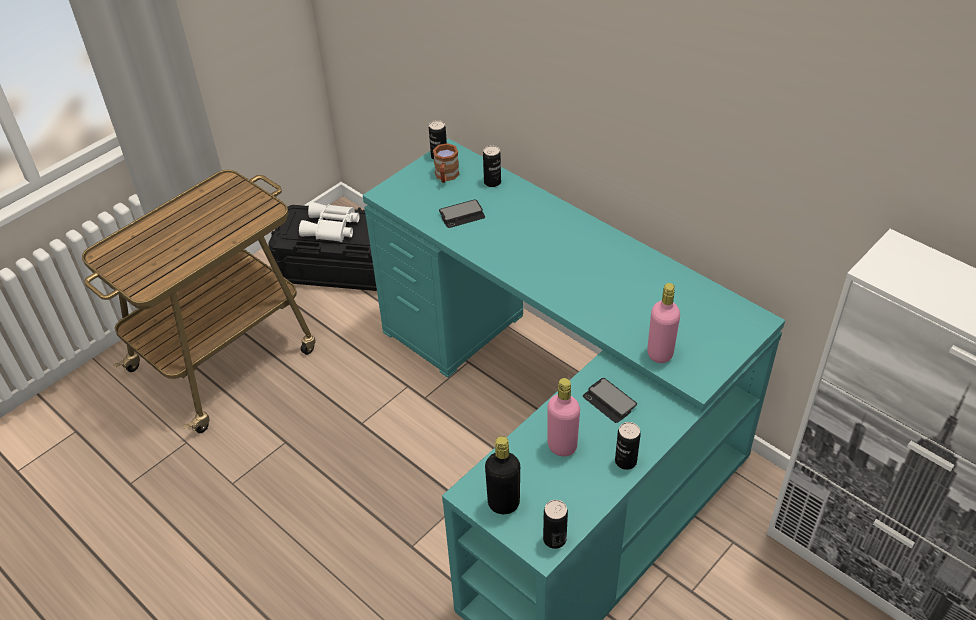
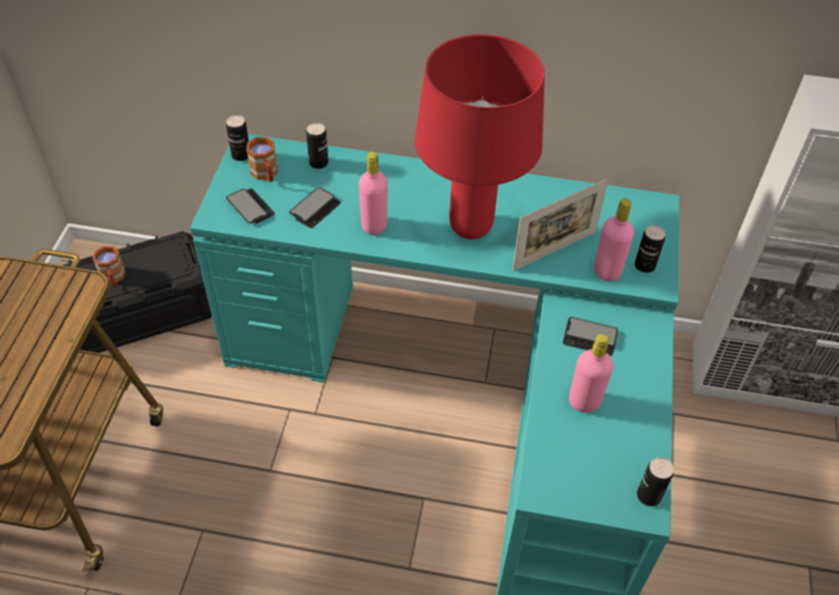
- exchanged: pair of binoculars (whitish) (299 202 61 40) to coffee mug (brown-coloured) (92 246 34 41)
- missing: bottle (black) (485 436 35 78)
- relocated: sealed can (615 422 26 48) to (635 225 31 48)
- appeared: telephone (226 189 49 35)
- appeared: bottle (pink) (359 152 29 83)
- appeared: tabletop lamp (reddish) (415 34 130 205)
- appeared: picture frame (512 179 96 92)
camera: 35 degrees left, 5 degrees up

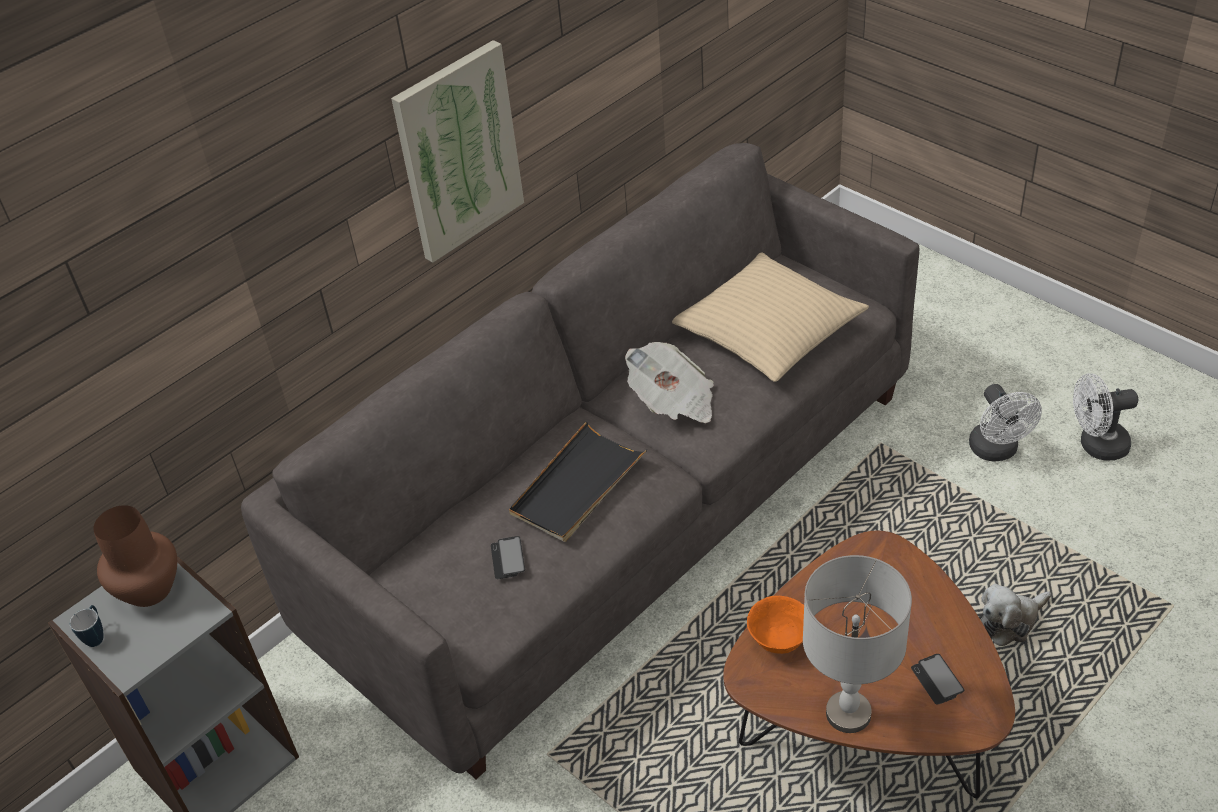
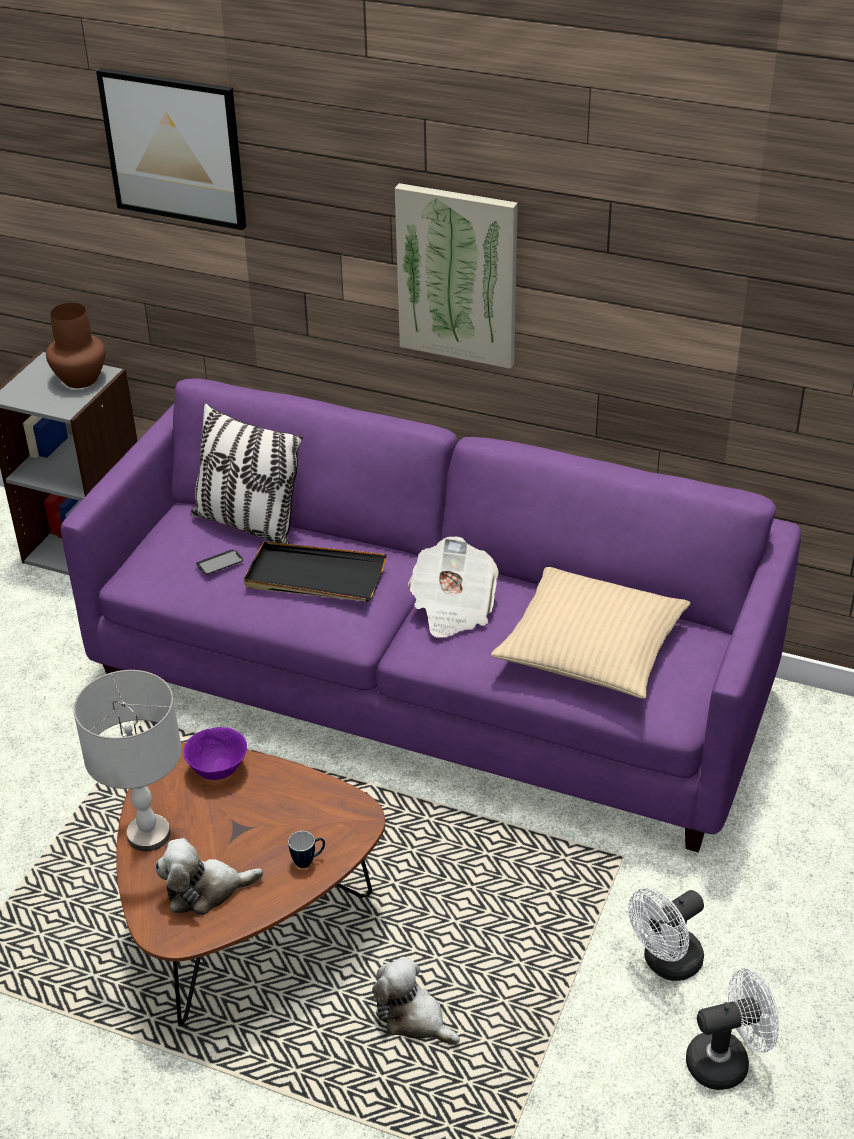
- relocated: coffee mug (70 605 33 42) to (288 831 37 37)
- colour: couch (greyish) (241 143 678 636) to couch (purplish) (61 378 740 474)
- colour: serving bowl (orange) (747 596 57 58) to serving bowl (purplish) (183 727 64 53)
- exchanged: telephone (911 654 53 51) to cuddly toy (155 838 108 77)
- spun: cooling fan (whitish) (1073 373 65 88) = (686 968 93 122) 105 degrees clockwise
- appeared: wall picture (96 68 150 162)
- appeared: cushion (190 403 113 141)
camera: 65 degrees right, 5 degrees down

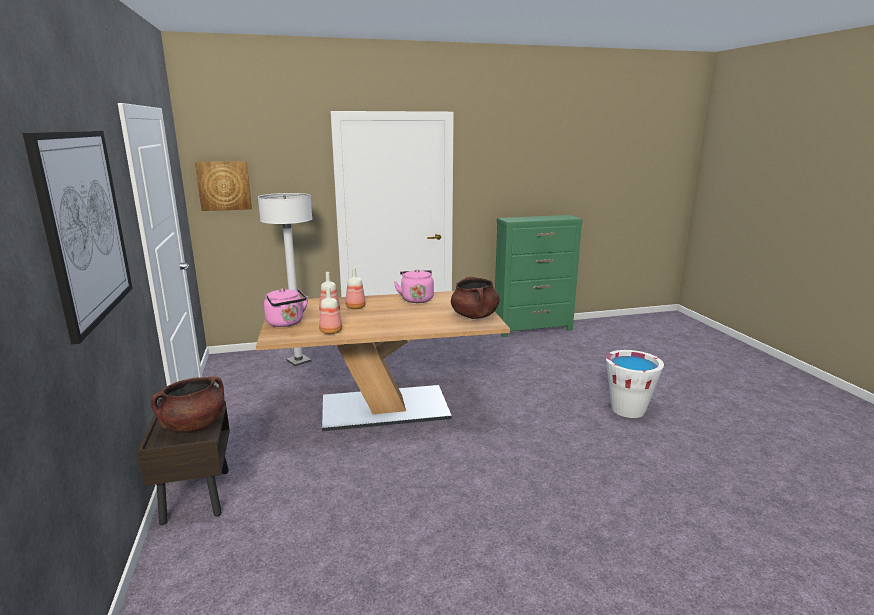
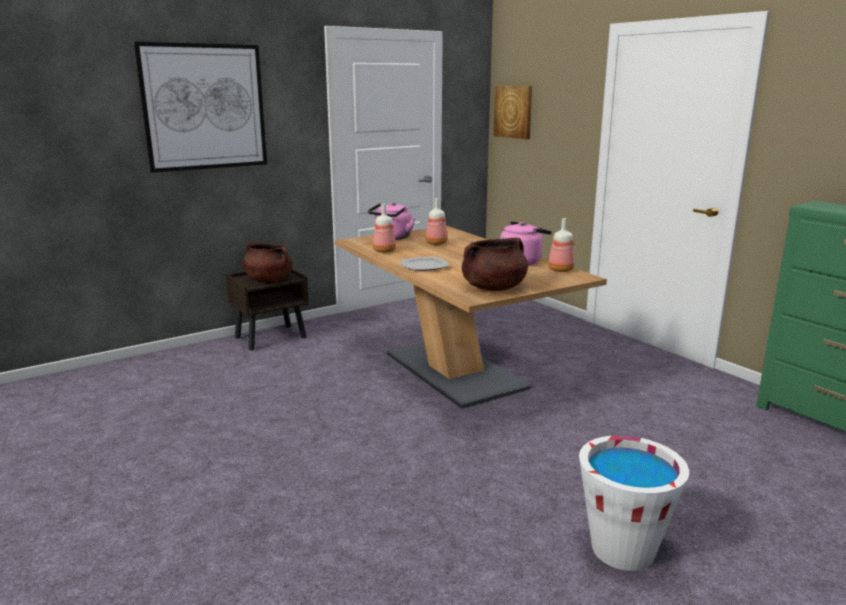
- missing: standard lamp (whitish) (258 193 55 173)
- relocated: bottle (346 268 20 41) to (548 218 26 54)
- appeared: plate (400 257 49 14)
camera: 70 degrees right, 0 degrees up

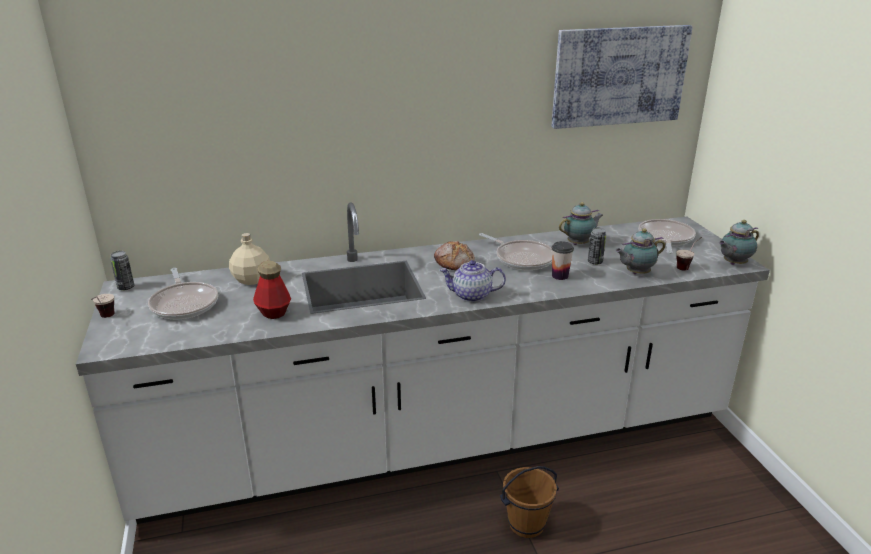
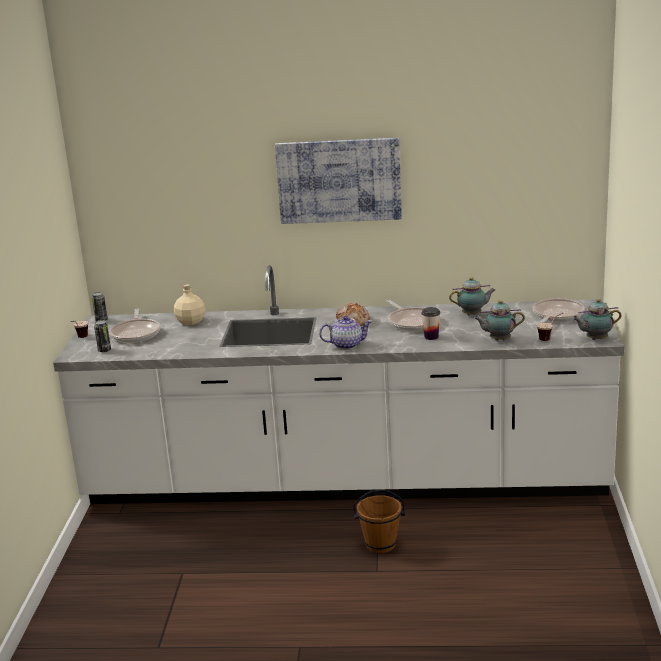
- missing: bottle (253 261 38 58)
- spun: tea pot (439 260 67 42) = (319 316 53 34) 150 degrees clockwise
- relocated: wall picture (552 25 141 104) to (275 138 127 86)
- relocated: sealed can (588 227 18 38) to (94 320 17 32)
camera: 20 degrees right, 5 degrees down

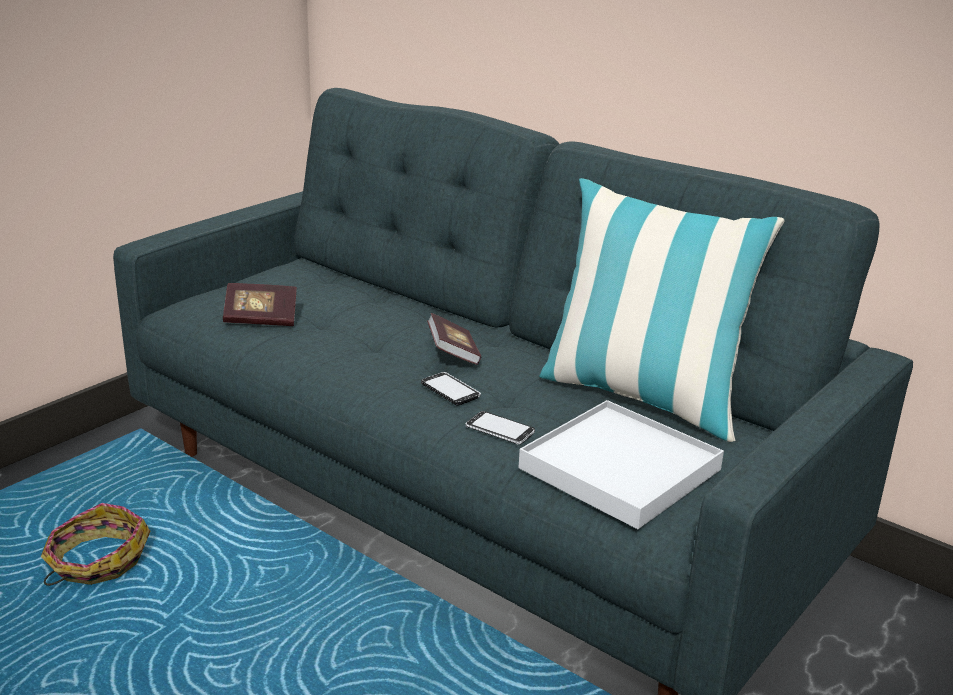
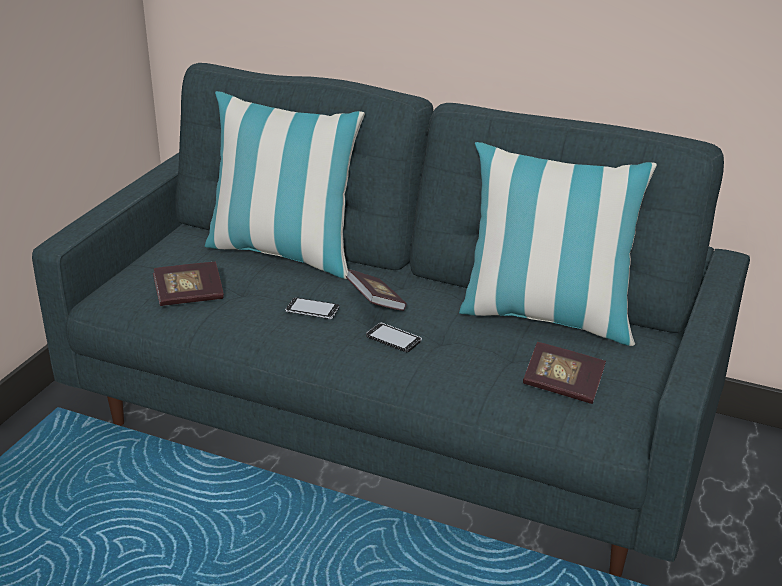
- missing: storage basket (41 503 109 83)
- relocated: telephone (465 411 70 34) to (285 297 54 22)
- exchanged: carrying tray (whitish) (519 400 205 129) to book (523 342 83 62)
- appeared: cushion (205 91 160 188)
camera: 15 degrees left, 5 degrees up

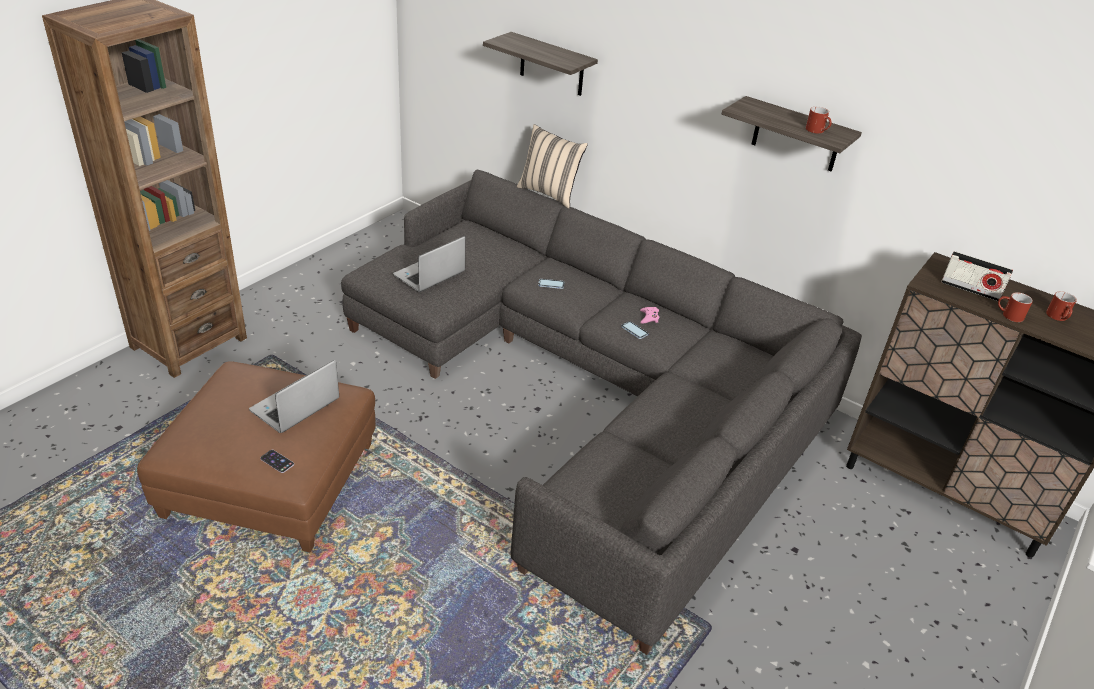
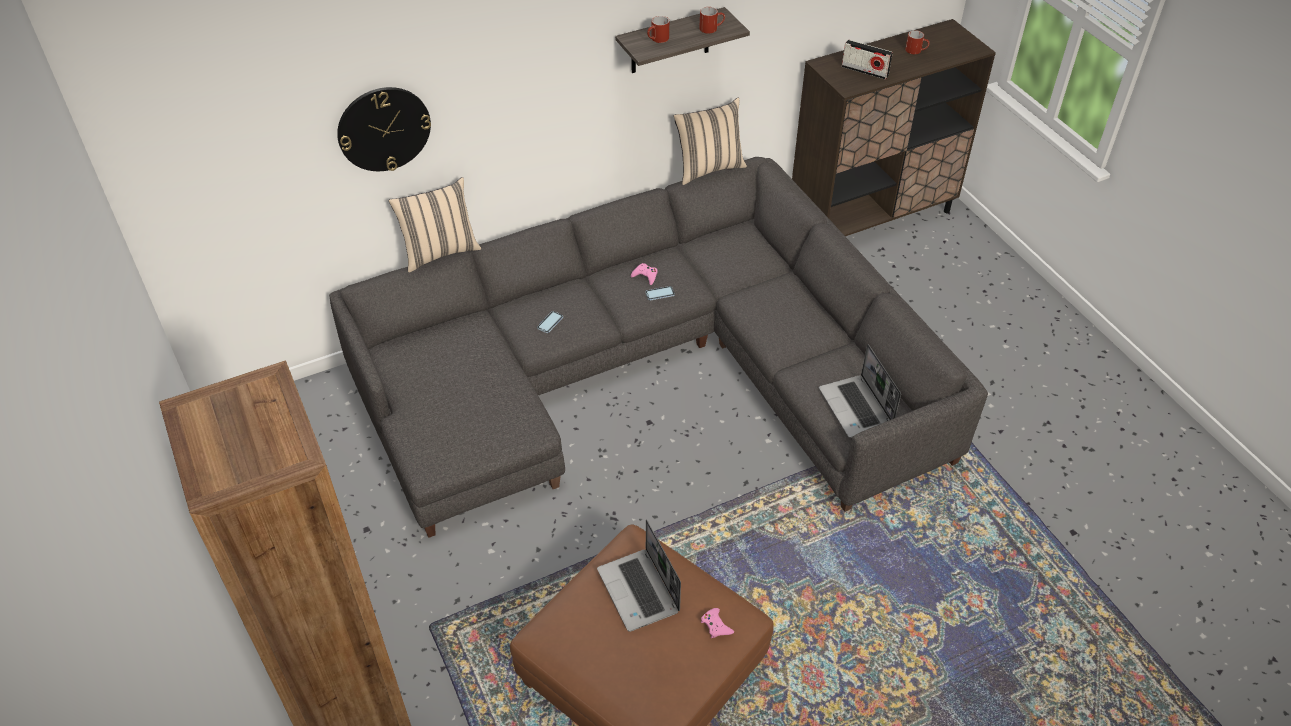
- exchanged: telephone (260 450 34 23) to game controller (pink) (701 608 33 30)
- relocated: notebook computer (393 236 73 56) to (819 344 82 94)
- exchanged: bracket shelf (483 32 115 64) to hanging clock (337 87 94 84)
- spun: radio receiver (941 251 72 50) = (842 40 51 39) 60 degrees clockwise
- relocated: coffee mug (reddish) (998 292 35 30) to (647 16 22 27)
- appeared: cushion (beige) (673 98 74 87)
camera: 60 degrees left, 10 degrees up

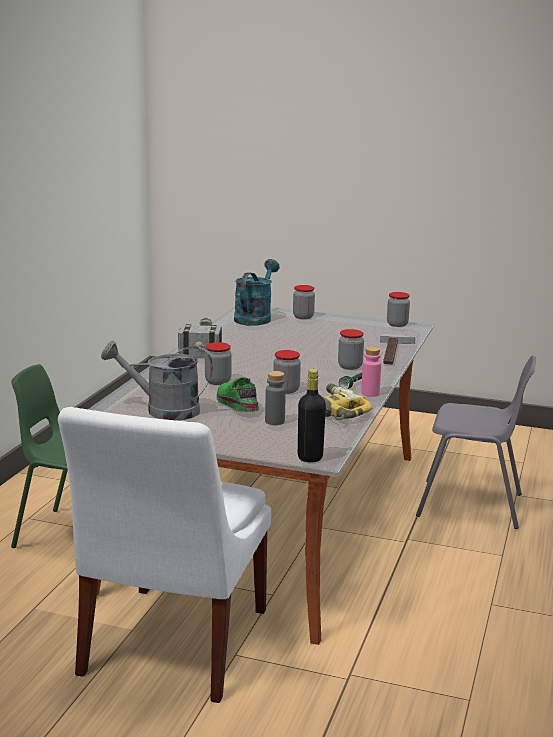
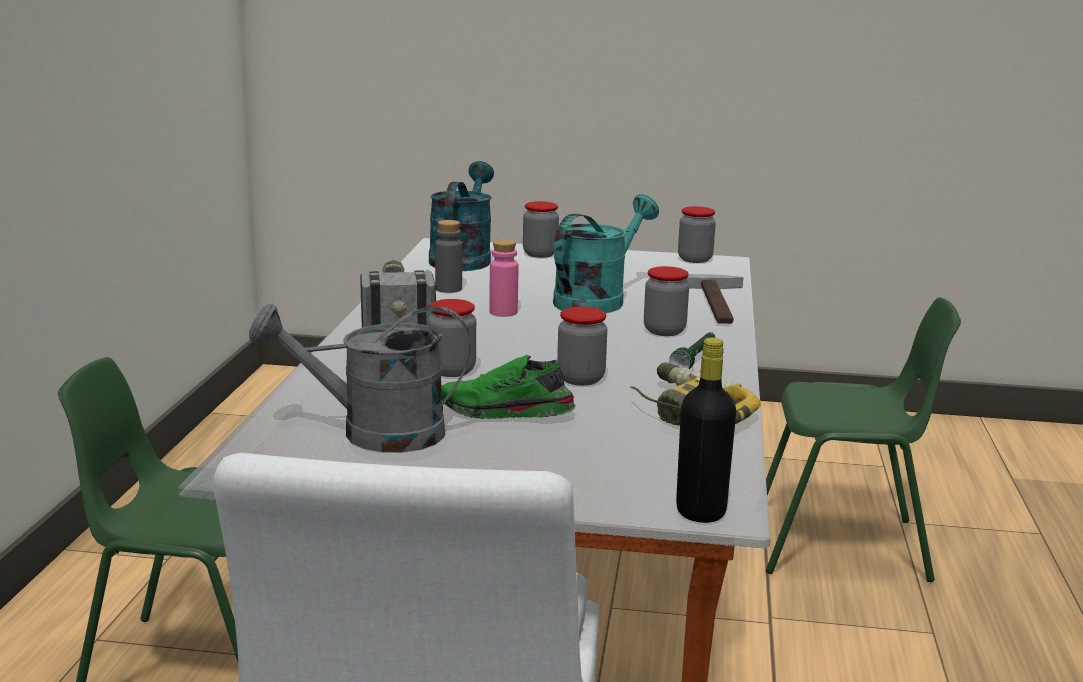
- spun: item of footwear (green-coloured) (216 377 43 35) = (441 355 134 64) 45 degrees counterclockwise
- relocated: bottle (greyish) (265 371 21 54) to (435 220 27 73)
- relocated: bottle (pink) (361 346 20 51) to (489 239 29 78)
- colour: plain chair (greyish) (416 355 120 174) to plain chair (green-coloured) (766 297 195 285)
- appeared: watering can (turquoise-coloured) (553 194 106 119)
camera: 10 degrees left, 0 degrees up

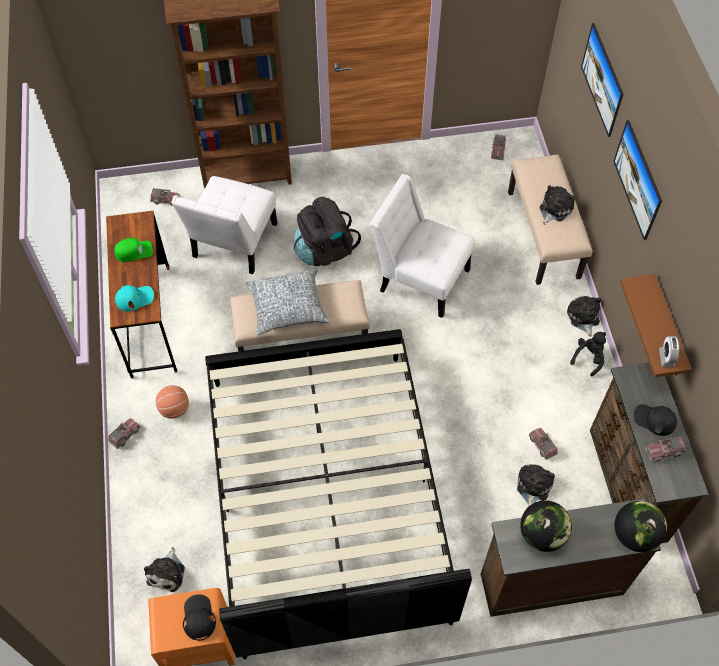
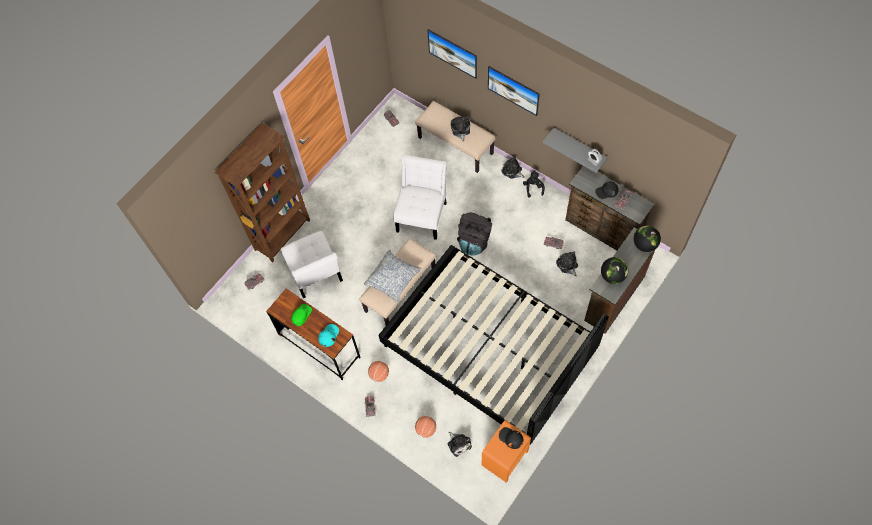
- relocated: knapsack (black) (294 197 67 69) to (457 212 35 43)
- spun: plain chair (whitish) (370 174 105 144) = (393 154 54 86) 120 degrees clockwise
- colour: bracket shelf (brown-coloured) (620 274 72 103) to bracket shelf (greyish) (543 128 64 45)
- appeared: basketball (415 416 21 22)
camera: 40 degrees left, 5 degrees up

